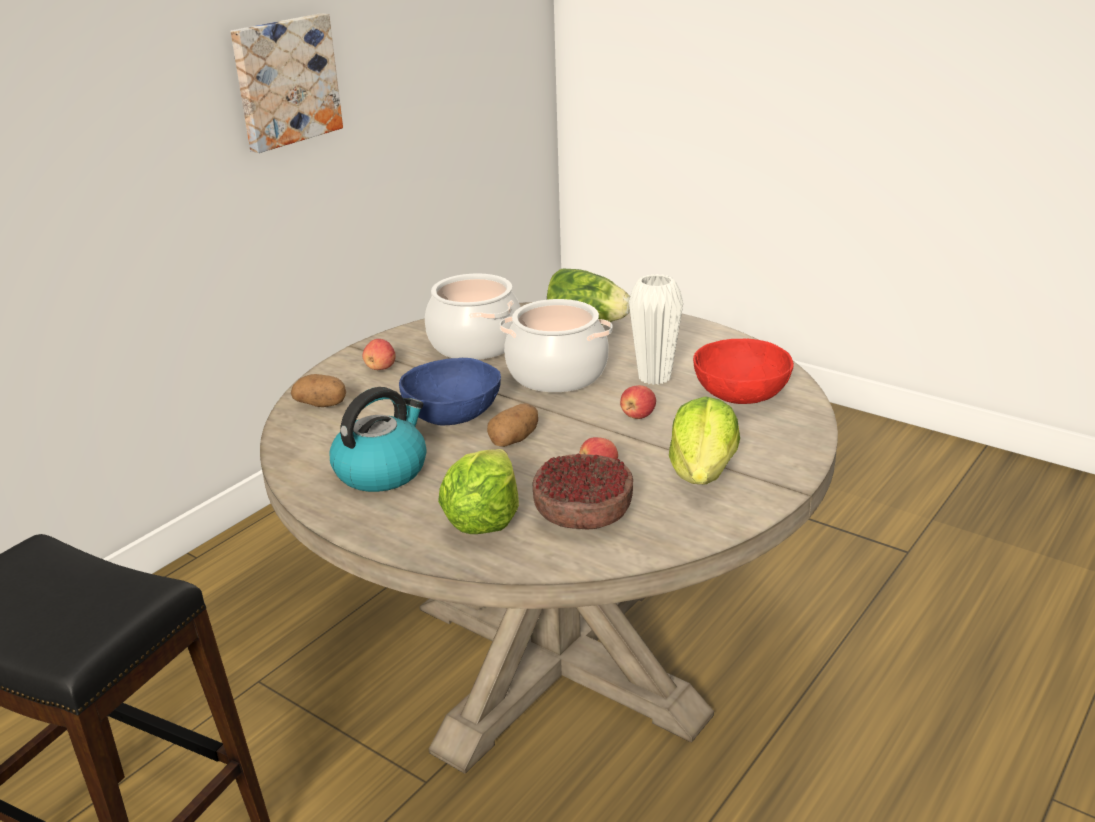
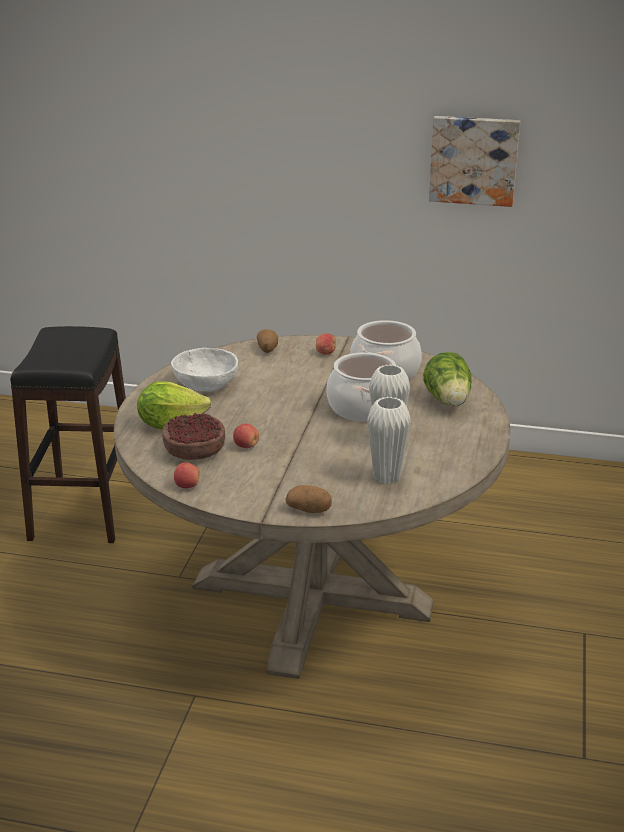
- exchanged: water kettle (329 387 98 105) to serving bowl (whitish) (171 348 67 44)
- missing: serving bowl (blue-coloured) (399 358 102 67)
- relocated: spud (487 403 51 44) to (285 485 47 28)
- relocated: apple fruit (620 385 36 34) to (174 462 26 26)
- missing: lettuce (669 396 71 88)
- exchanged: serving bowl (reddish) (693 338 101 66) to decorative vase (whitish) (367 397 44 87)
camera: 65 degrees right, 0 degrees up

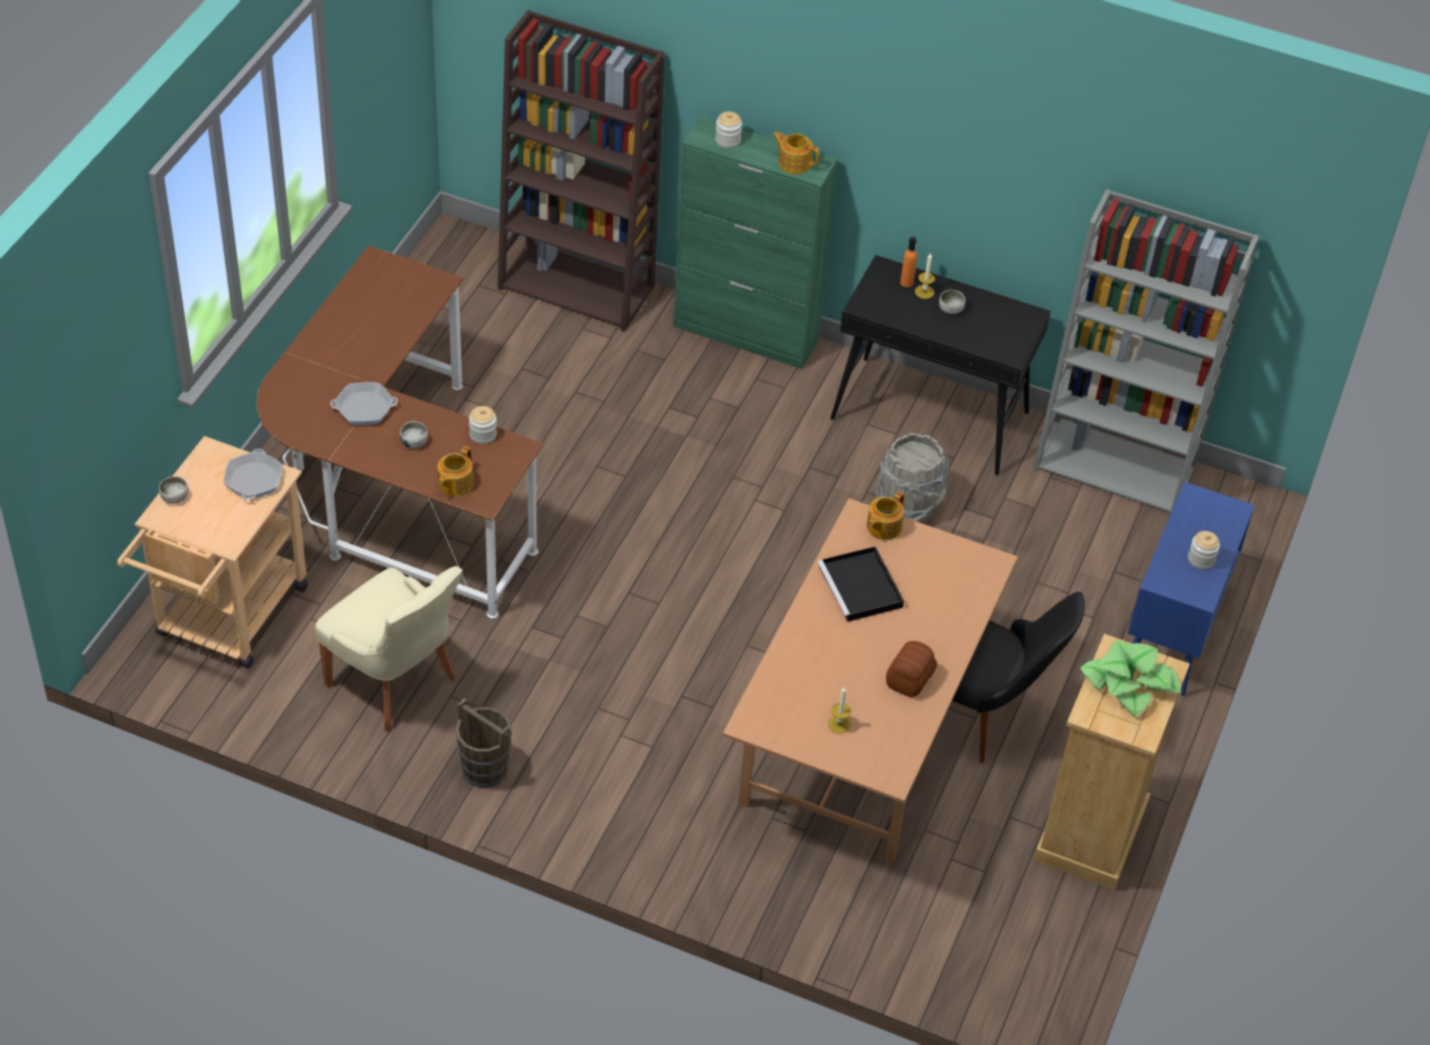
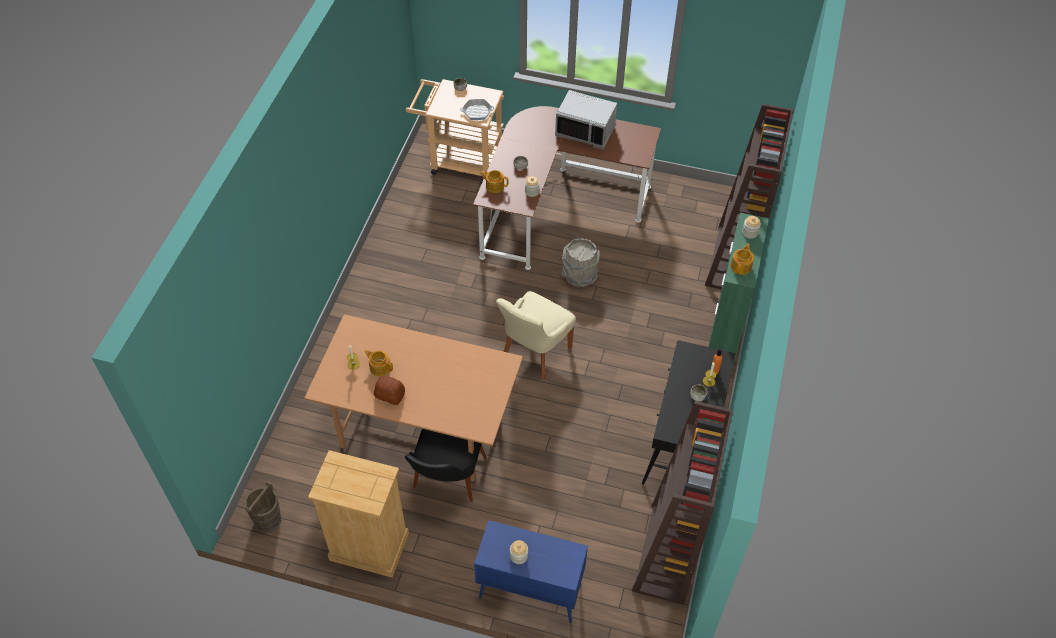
- relocated: plain chair (beige) (315 566 148 166) to (496 291 80 88)
- missing: pan (330 382 68 43)
- relocated: water bucket (brown-coloured) (455 698 57 90) to (245 481 37 51)
- missing: carrying tray (black) (818 546 86 76)
- relocated: tea pot (867 491 37 49) to (364 350 29 26)
- relocated: water bucket (greyish) (876 433 73 90) to (562 238 38 49)
- colour: bookshelf (greyish) (1033 189 226 327) to bookshelf (brown-coloured) (632 401 101 204)
- missing: plant in a pot (1080 640 101 77)
- appeared: kitchen microwave (greyish) (555 90 62 59)
camera: 85 degrees right, 5 degrees up

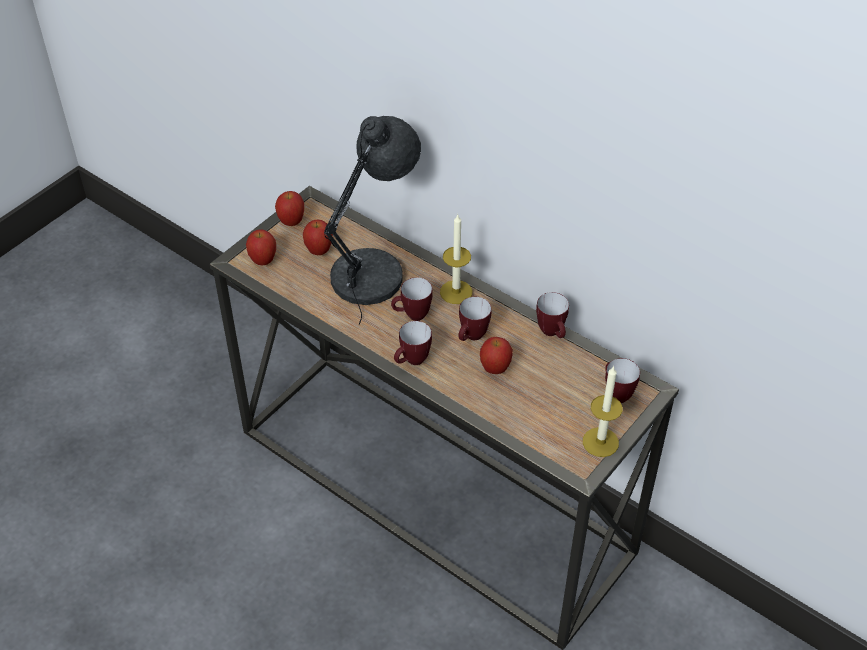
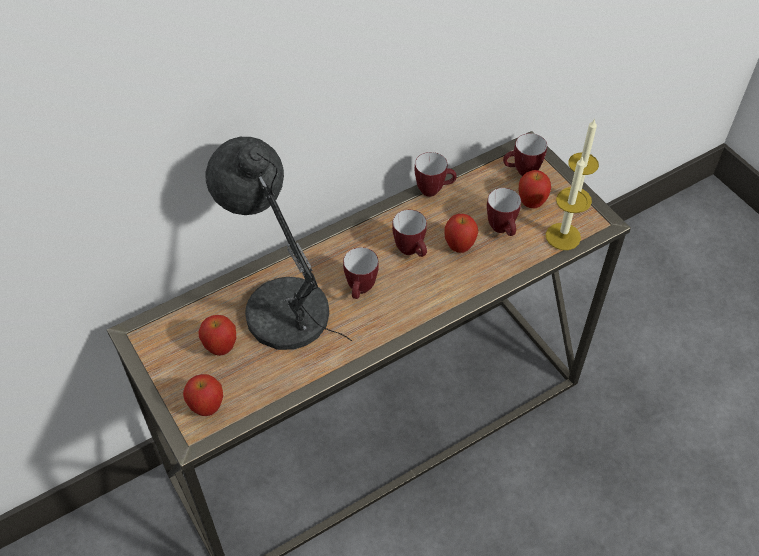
- relocated: apple fruit (275 191 29 35) to (519 170 32 38)
- relocated: coffee mug (394 321 38 44) to (487 188 34 48)
- relocated: candle (440 215 32 89) to (546 156 42 94)
camera: 70 degrees left, 5 degrees up

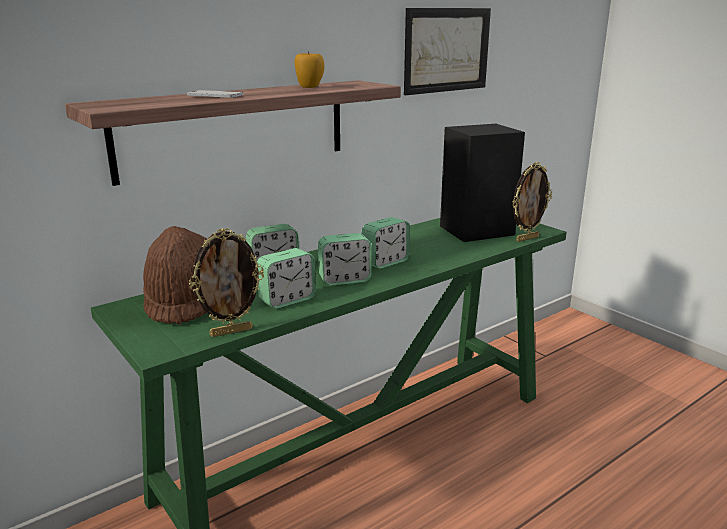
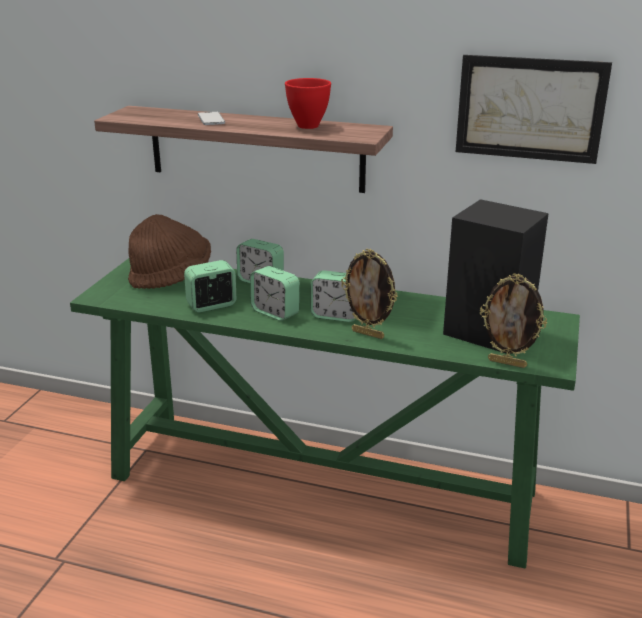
- relocated: picture frame (189 228 75 109) to (341 249 57 90)
- spun: alarm clock (257 248 59 61) = (184 260 52 53) 135 degrees clockwise
- exchanged: apple fruit (294 51 30 37) to serving bowl (reddish) (285 78 46 51)
camera: 55 degrees right, 5 degrees up

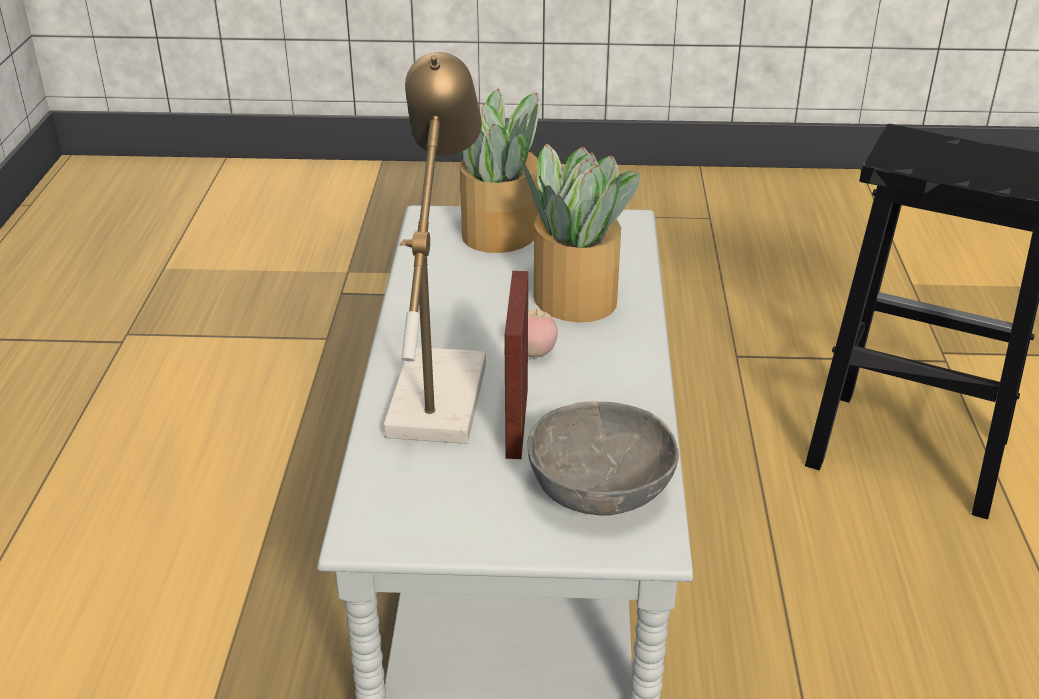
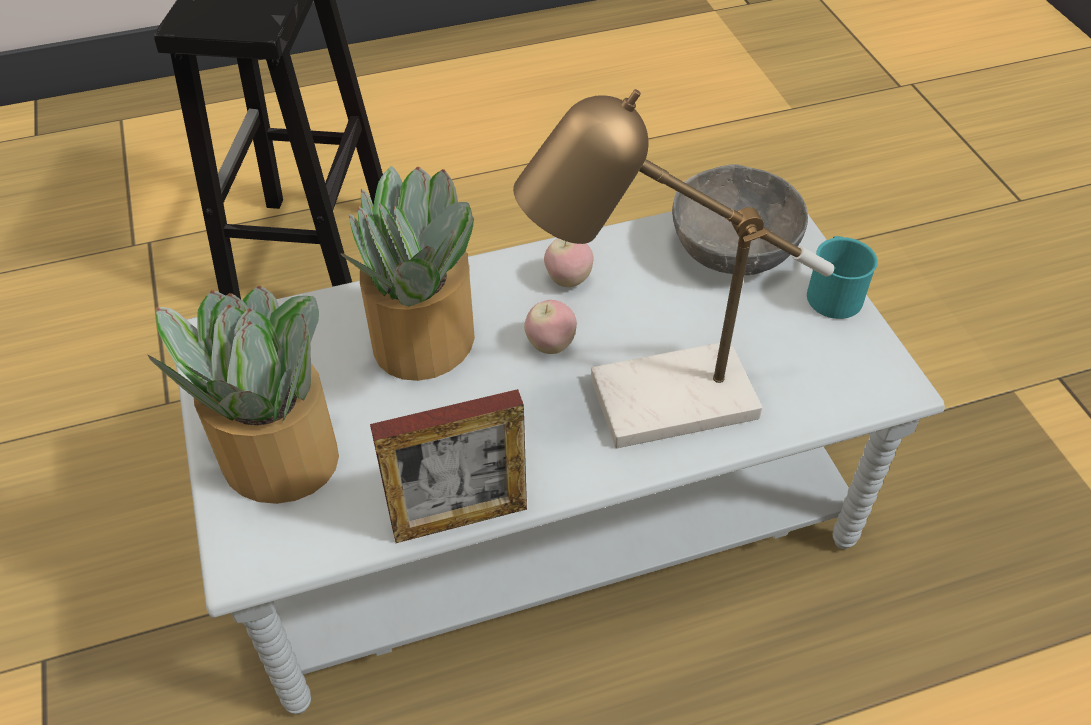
- relocated: picture frame (504 271 24 188) to (370 389 157 154)
- appeared: apple fruit (544 238 50 49)
- appeared: coffee mug (turquoise-coloured) (807 236 71 83)
camera: 110 degrees left, 15 degrees up

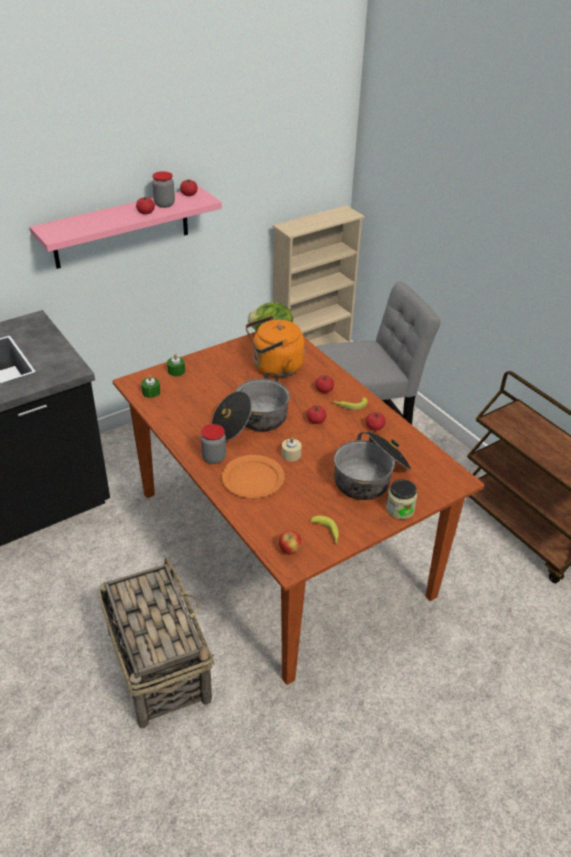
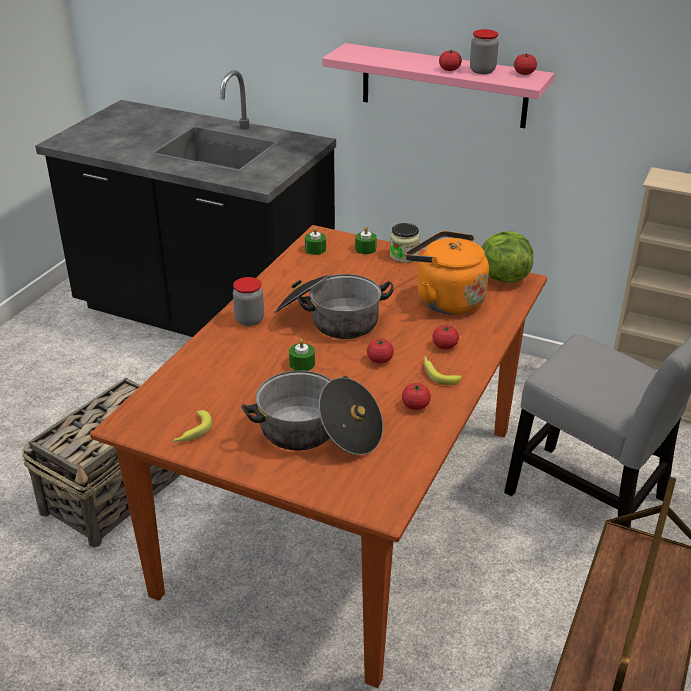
- missing: plate (orange) (222 455 63 43)
- missing: apple fruit (279 530 22 25)
- colour: candle (beige) (282 437 20 24) to candle (green-coloured) (289 339 26 32)
- relocated: jar (386 479 31 41) to (390 223 30 40)
camera: 60 degrees right, 5 degrees down

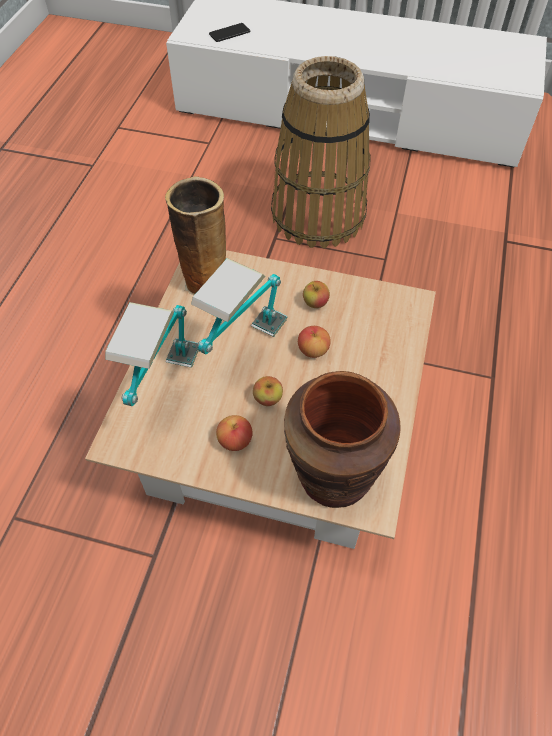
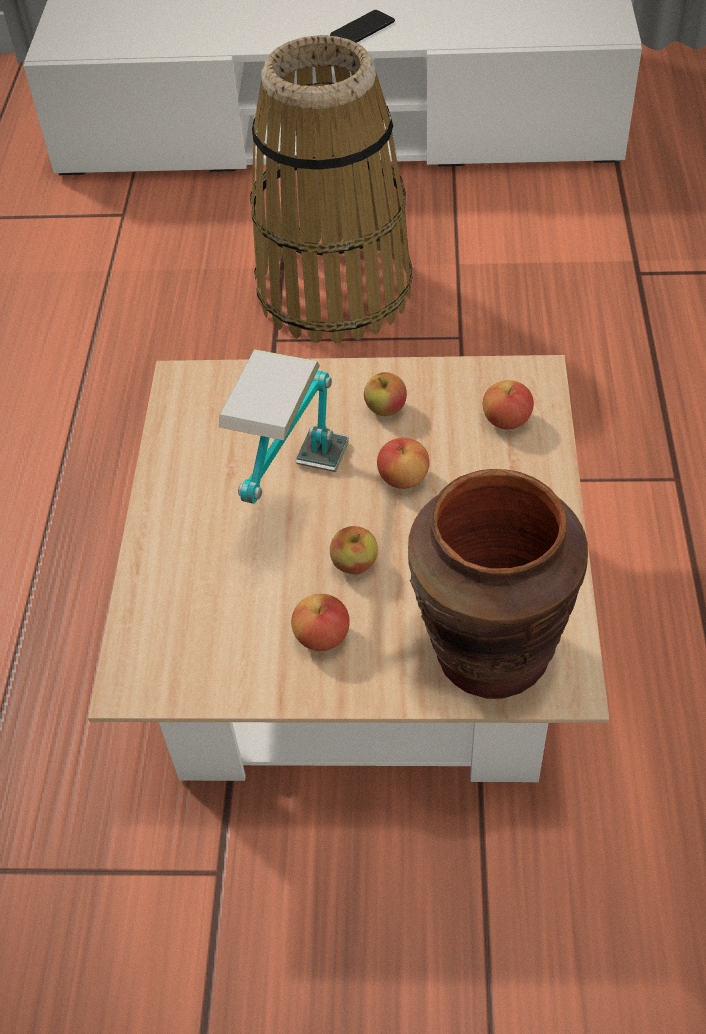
- missing: tabletop lamp (105 302 94 104)
- missing: decorative vase (165 176 61 119)
- relocated: telephone (209 23 41 19) to (330 10 65 33)
- appeared: apple fruit (483 380 51 49)
camera: 10 degrees left, 5 degrees down

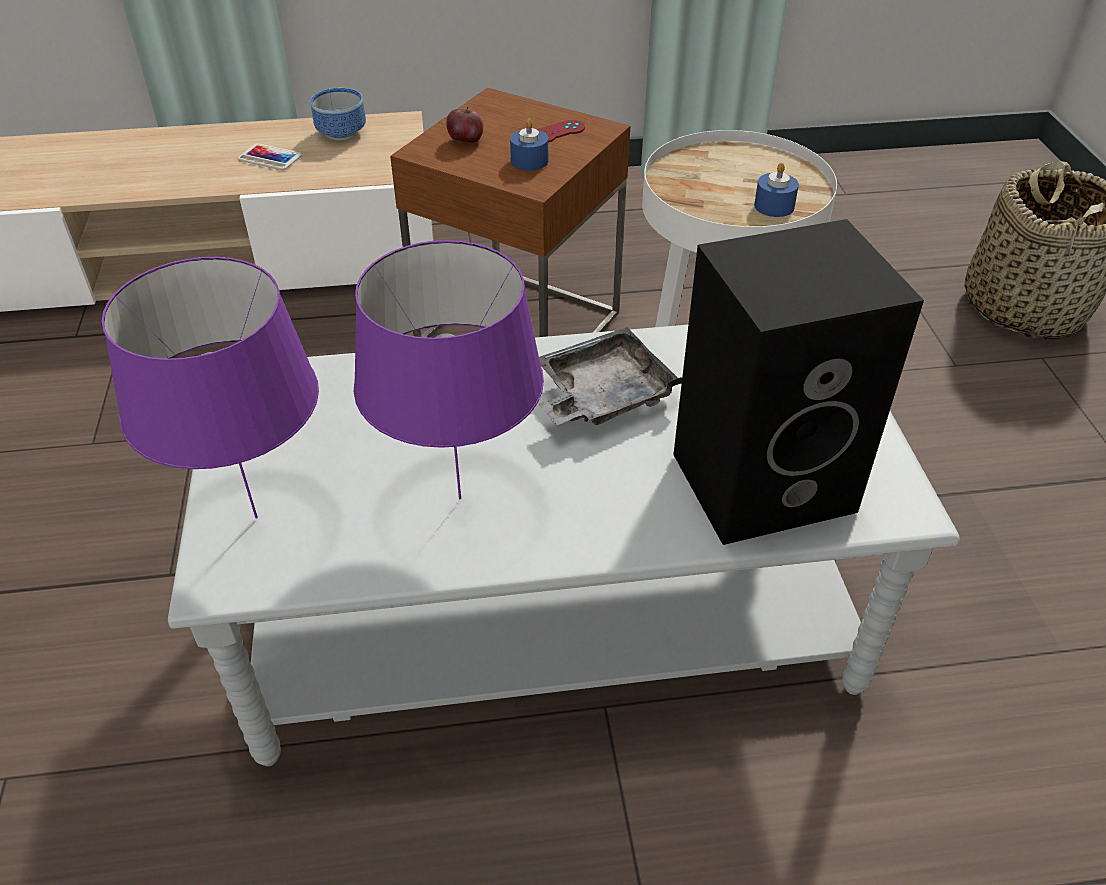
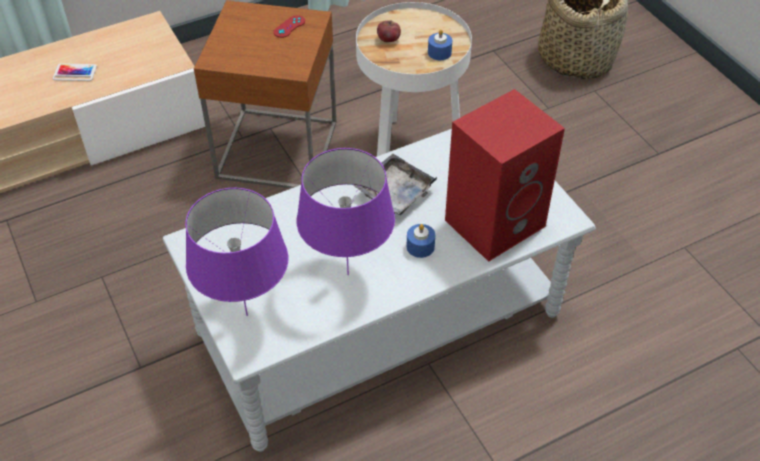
- missing: serving bowl (311 88 55 52)
- relocated: apple fruit (446 107 38 36) to (377 20 24 22)
- relocated: candle (blue-coloured) (510 118 38 53) to (407 224 28 34)
- colour: audio speaker (black) (673 219 251 326) to audio speaker (reddish) (445 89 120 173)
camera: 20 degrees left, 5 degrees up

